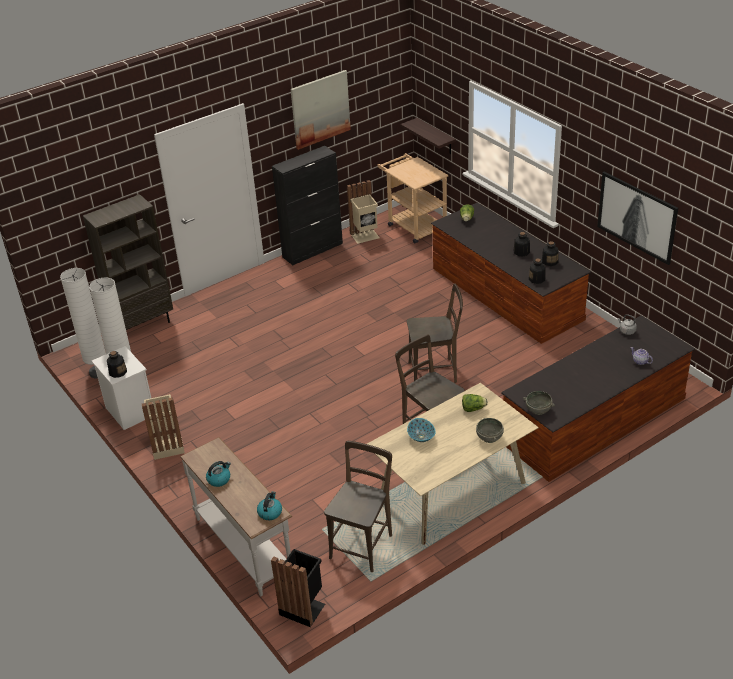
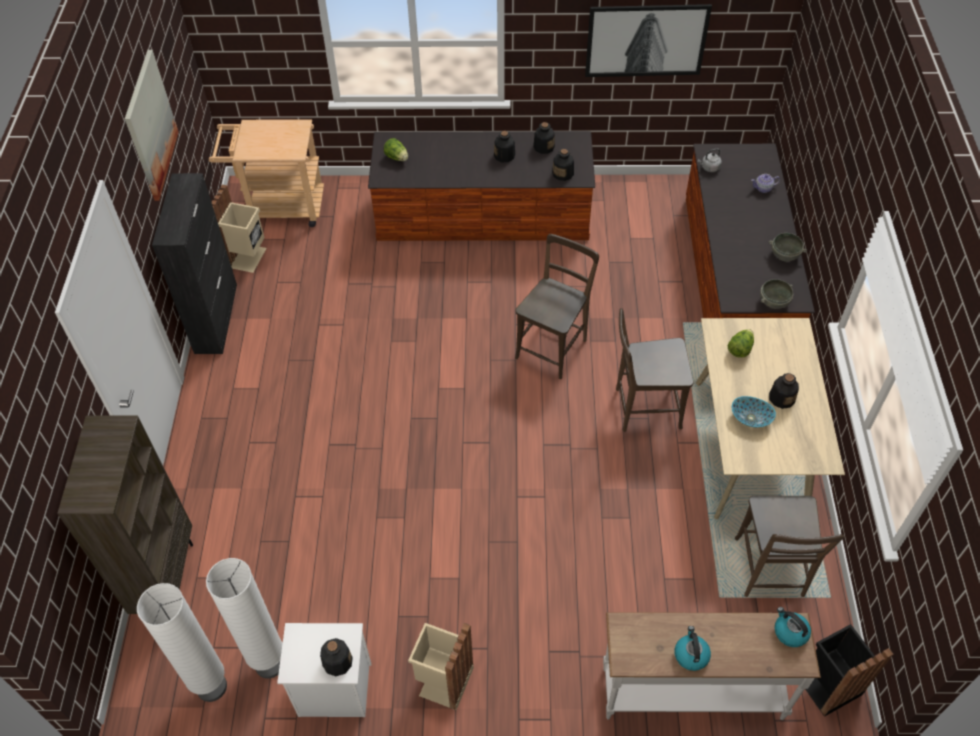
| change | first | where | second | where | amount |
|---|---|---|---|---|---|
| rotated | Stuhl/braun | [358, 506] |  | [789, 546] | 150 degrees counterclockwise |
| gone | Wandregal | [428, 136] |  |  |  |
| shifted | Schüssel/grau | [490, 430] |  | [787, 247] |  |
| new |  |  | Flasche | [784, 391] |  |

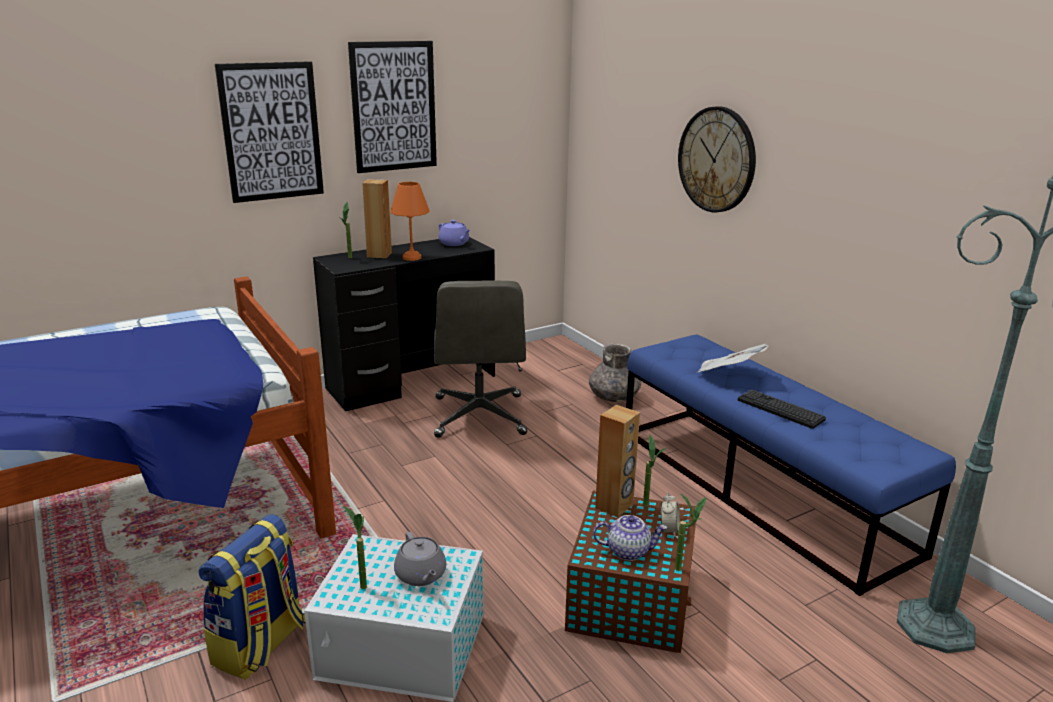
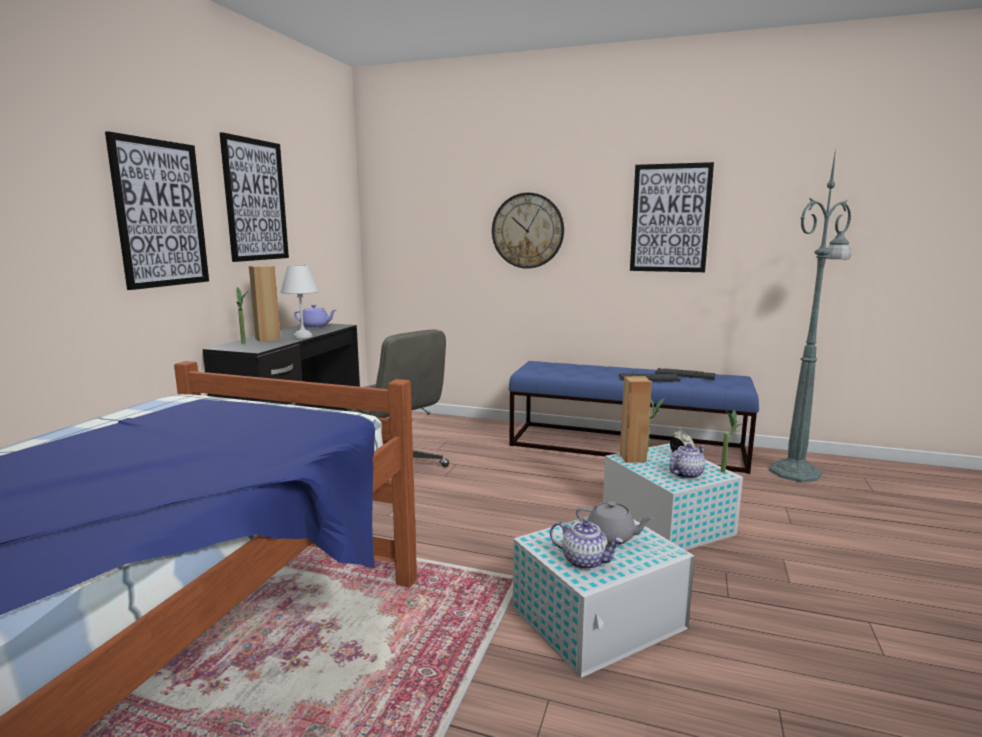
| change | first | where | second | where | amount |
|---|---|---|---|---|---|
| gone | Rucksack | [251, 597] |  |  |  |
| swapped | Topfpflanze | [355, 547] | Teekanne | [586, 545] |  |
| repainted | Tischlampe/orange | [409, 221] | Tischlampe/weiß | [300, 301] |  |
| repainted | Aufbewahrungsbox/braun | [630, 572] | Aufbewahrungsbox/weiß | [673, 496] |  |
| gone | Vase/grau | [615, 373] |  |  |  |
| gone | Zeitung | [733, 357] |  |  |  |
| new |  |  | Bild | [672, 217] |  |
| new |  |  | Tastatur | [685, 373] |  |

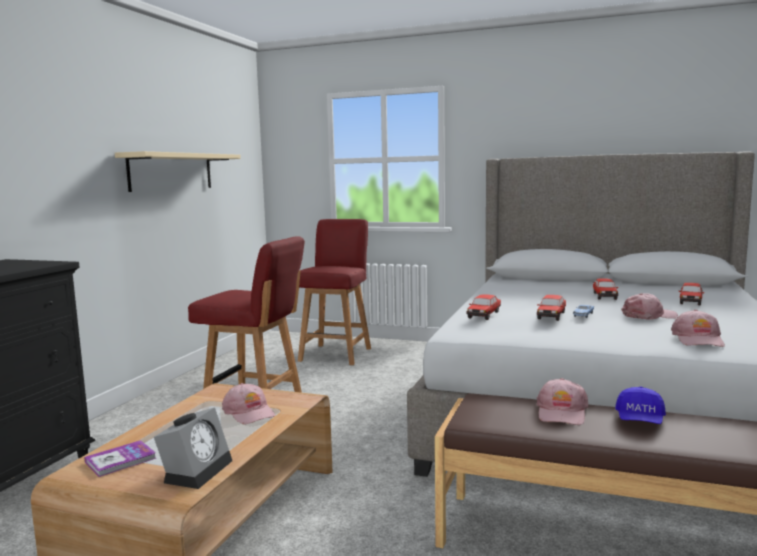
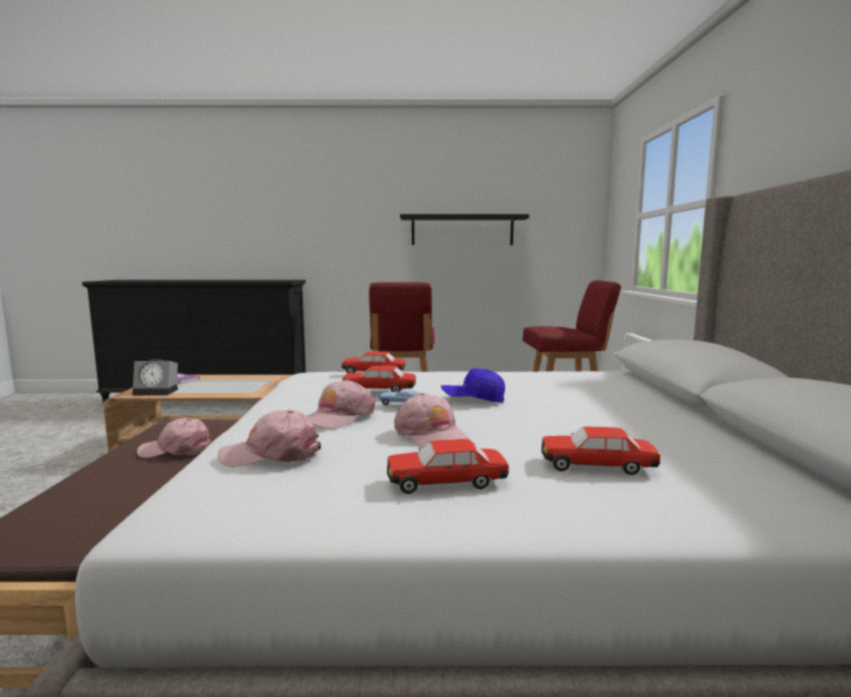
| change | first | where | second | where | amount |
|---|---|---|---|---|---|
| repainted | Wandregal/beige | [178, 171] | Wandregal/schwarz | [464, 229] |  |
| shifted | Kappe/rosa | [249, 403] |  | [341, 404] |  |
| shifted | Spielzeugauto | [605, 289] |  | [448, 466] |  |
| shifted | Kappe/blau | [640, 405] |  | [473, 385] |  |

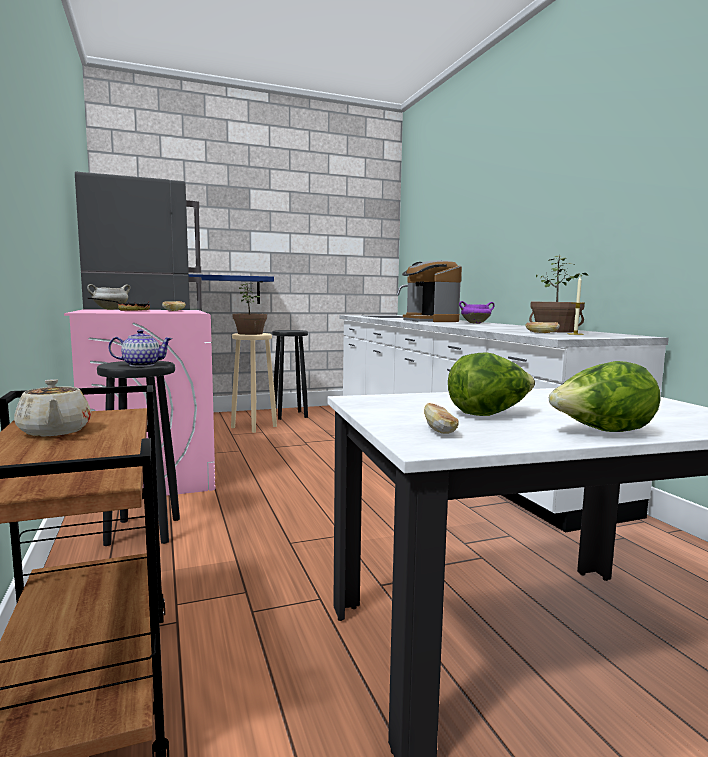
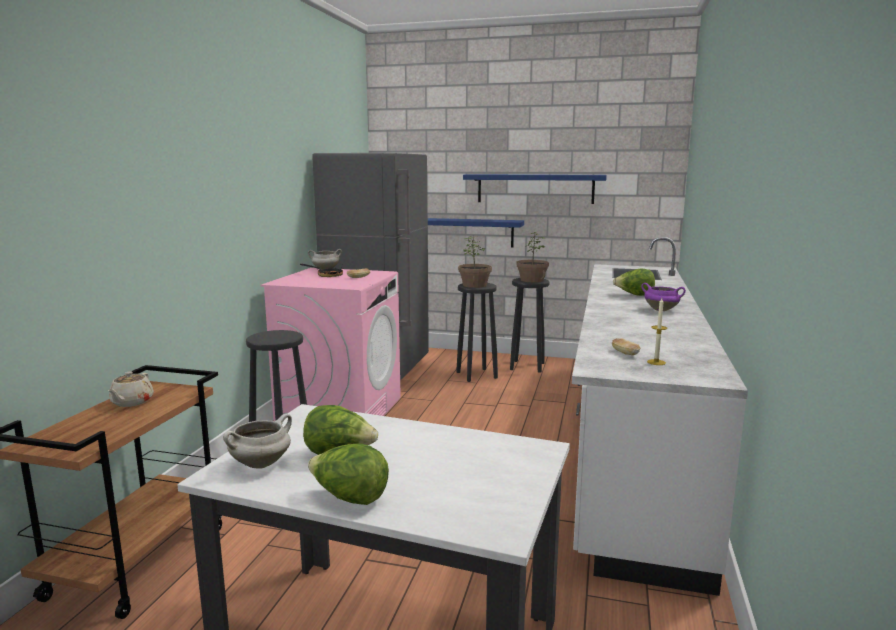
| change | first | where | second | where | amount |
|---|---|---|---|---|---|
| gone | Teekanne | [140, 348] |  |  |  |
| repainted | Hocker/beige | [254, 383] | Hocker/schwarz | [477, 332] |  |
| swapped | Kaffeemaschine | [432, 291] | Salatkopf | [634, 282] |  |
| swapped | Brot | [441, 418] | Kochtopf/weiß | [257, 441] |  |
| shifted | Topfpflanze | [558, 294] |  | [532, 257] |  |
| new |  |  | Wandregal/blau | [535, 189] |  |

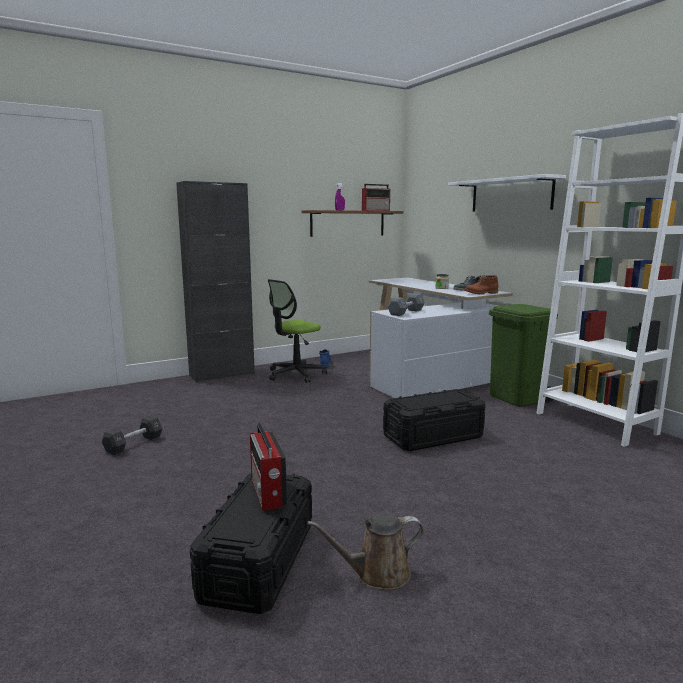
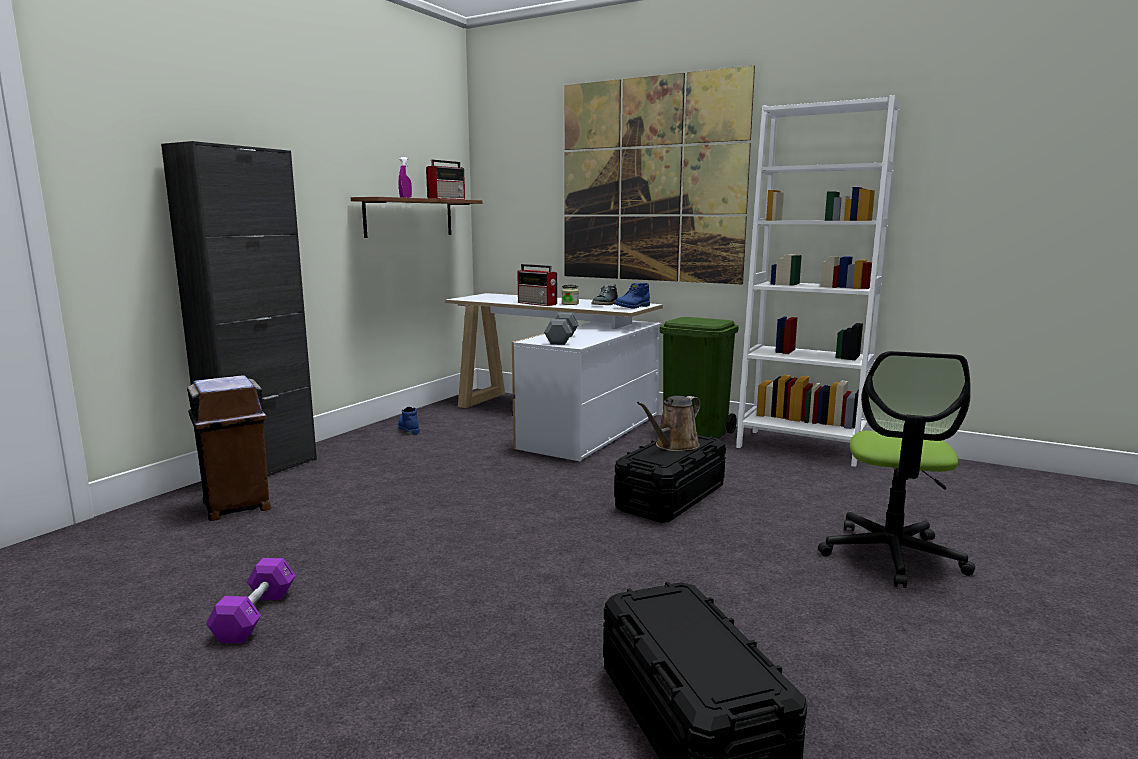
| change | first | where | second | where | amount |
|---|---|---|---|---|---|
| repainted | Hantel/schwarz | [132, 435] | Hantel/lila | [251, 600] |  |
| shifted | Radio | [268, 467] |  | [537, 285] |  |
| shifted | Bürostuhl | [297, 331] |  | [896, 469] |  |
| shifted | Gießkanne/braun | [365, 551] |  | [669, 423] |  |
| swapped | Wandregal/weiß | [507, 192] | Bild | [659, 174] |  |
| repainted | Stiefel/braun | [481, 284] | Stiefel/blau | [632, 296] |  |
| new |  |  | Mülleimer/braun | [229, 448] |  |

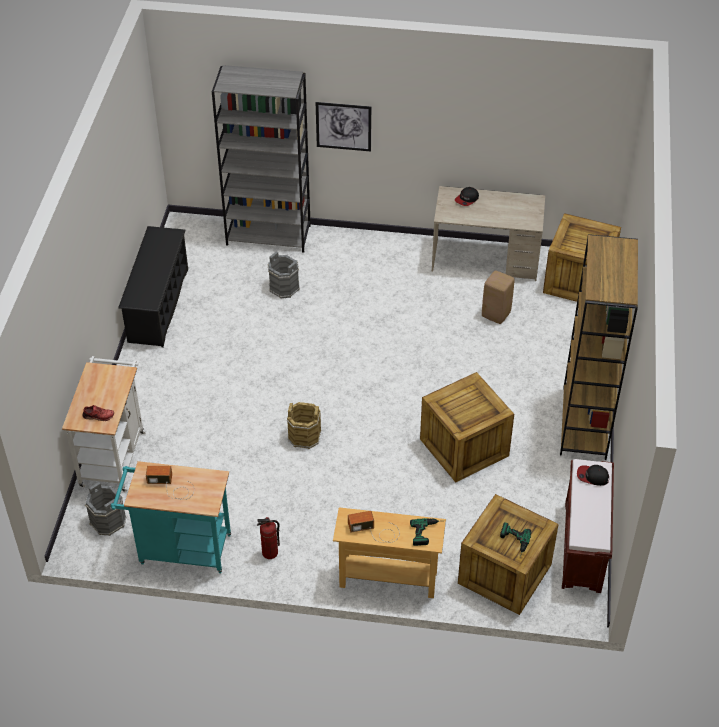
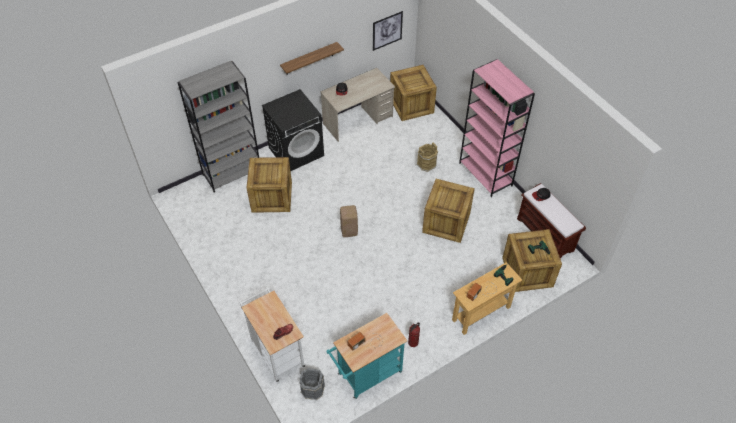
| change | first | where | second | where | amount |
|---|---|---|---|---|---|
| gone | Schuhregal/schwarz | [153, 287] |  |  |  |
| swapped | Eimer/grau | [284, 275] | Kiste | [269, 185] |  |
| shifted | Eimer/braun | [304, 425] |  | [427, 157] |  |
| shifted | Bild | [343, 126] |  | [388, 31] |  |
| shifted | Hocker/beige | [498, 297] |  | [349, 221] |  |
| repainted | Bücherregal/braun | [599, 347] | Bücherregal/rosa | [497, 128] |  |
| new |  |  | Waschmaschine/schwarz | [293, 130] |  |
| new |  |  | Wandregal | [312, 58] |  |

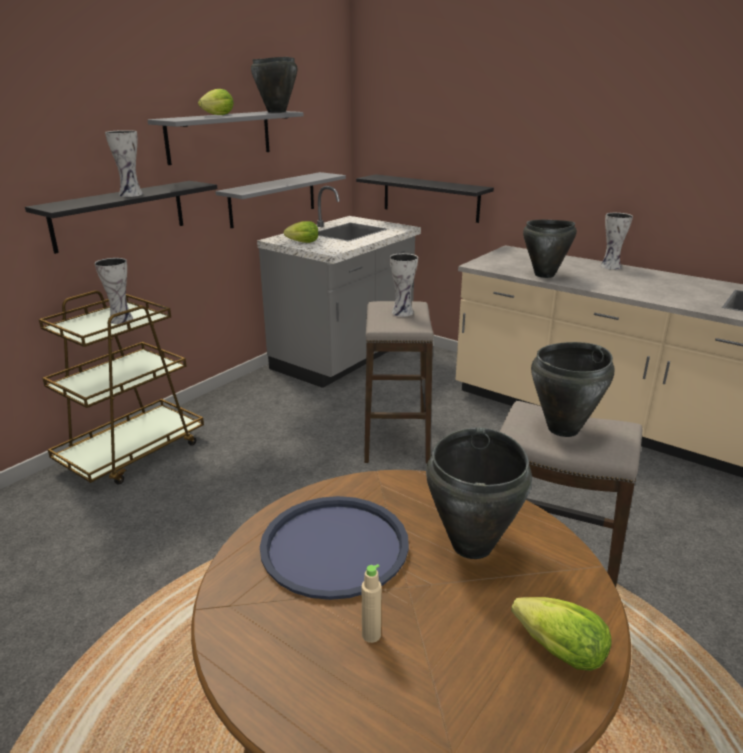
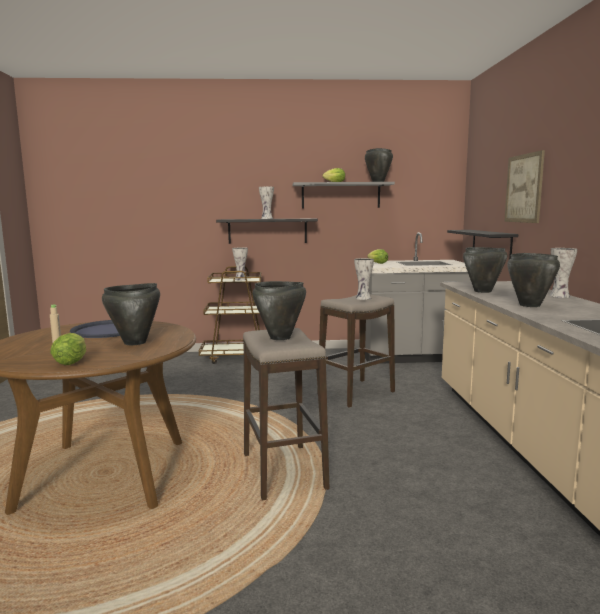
| change | first | where | second | where | amount |
|---|---|---|---|---|---|
| gone | Wandregal/grau | [280, 200] |  |  |  |
| new |  |  | Bild | [524, 186] |  |
| new |  |  | Kochtopf/schwarz | [533, 280] |  |

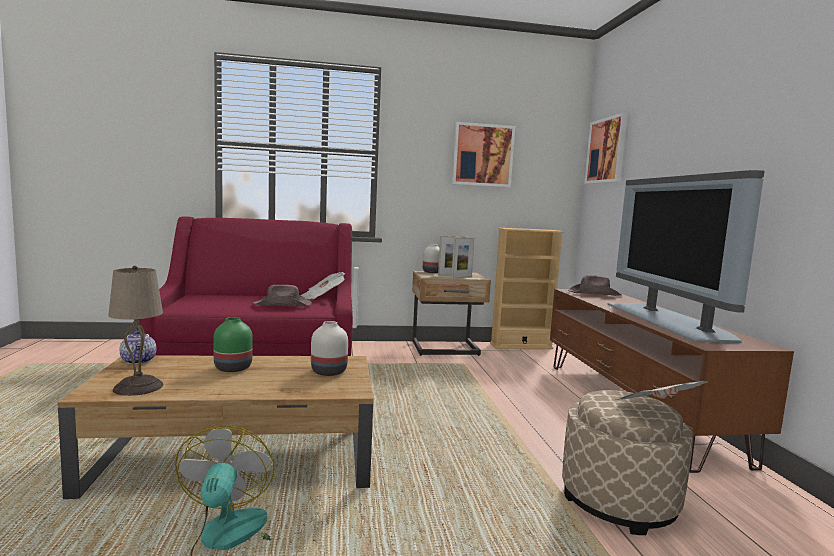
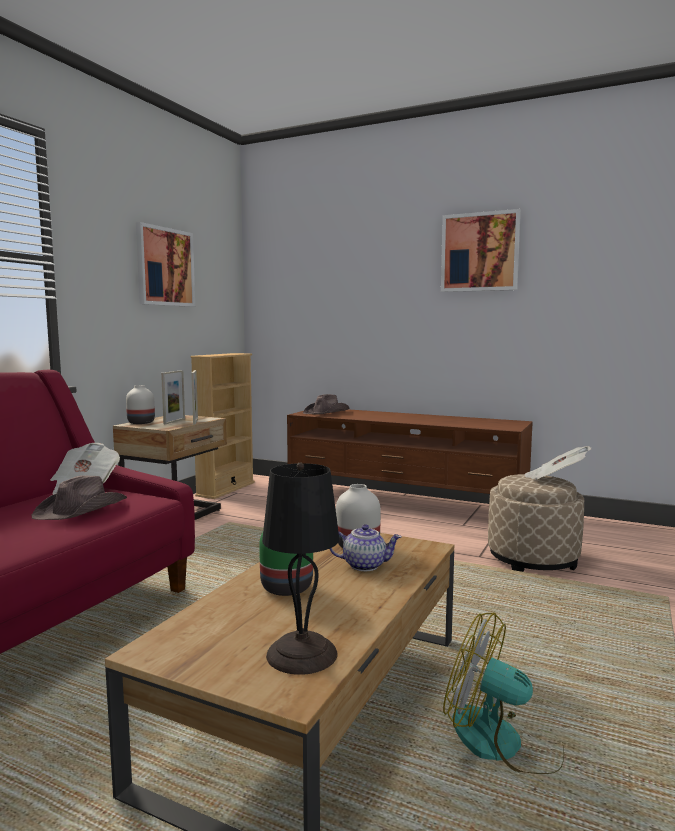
| change | first | where | second | where | amount |
|---|---|---|---|---|---|
| repainted | Tischlampe/beige | [135, 331] | Tischlampe/schwarz | [300, 569] |  |
| shifted | Teekanne | [138, 347] |  | [365, 547] |  |
| shifted | Bild | [606, 148] |  | [481, 250] |  |
| gone | Fernseher | [686, 256] |  |  |  |

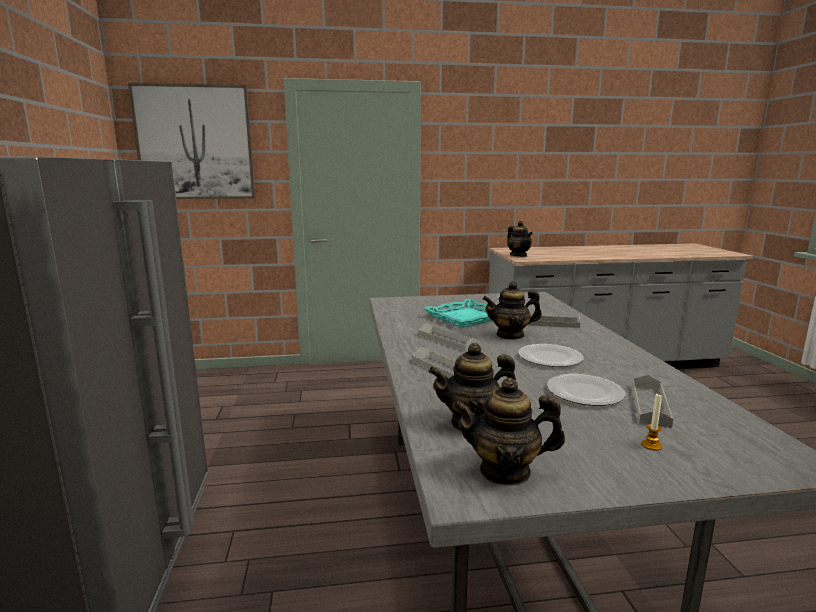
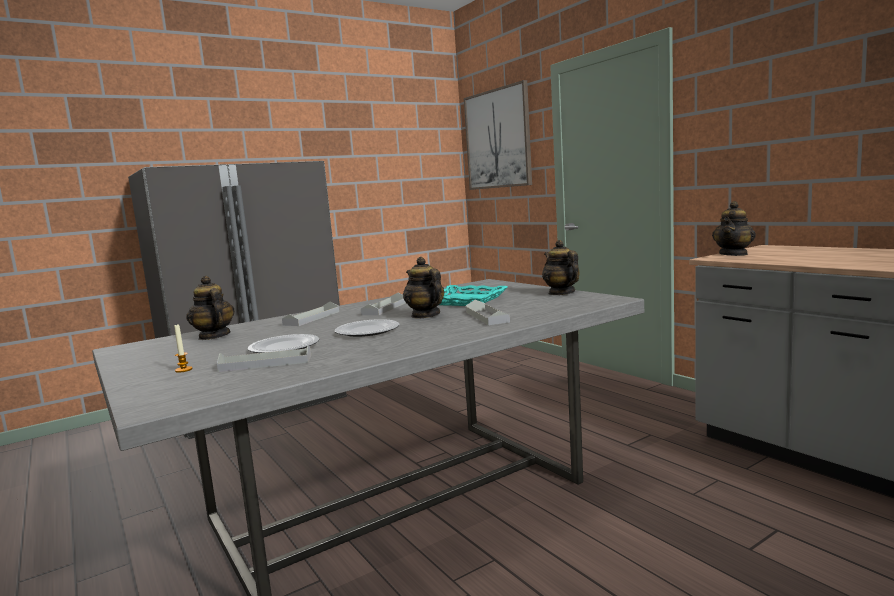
| change | first | where | second | where | amount |
|---|---|---|---|---|---|
| shifted | Teekanne | [509, 432] |  | [561, 267] |  |

